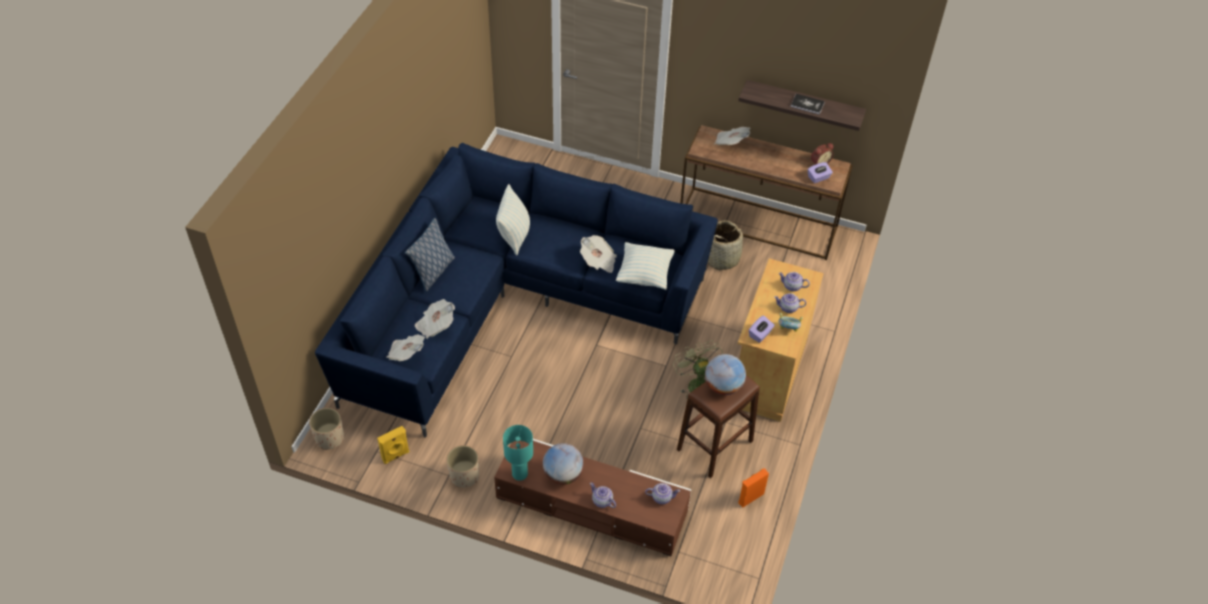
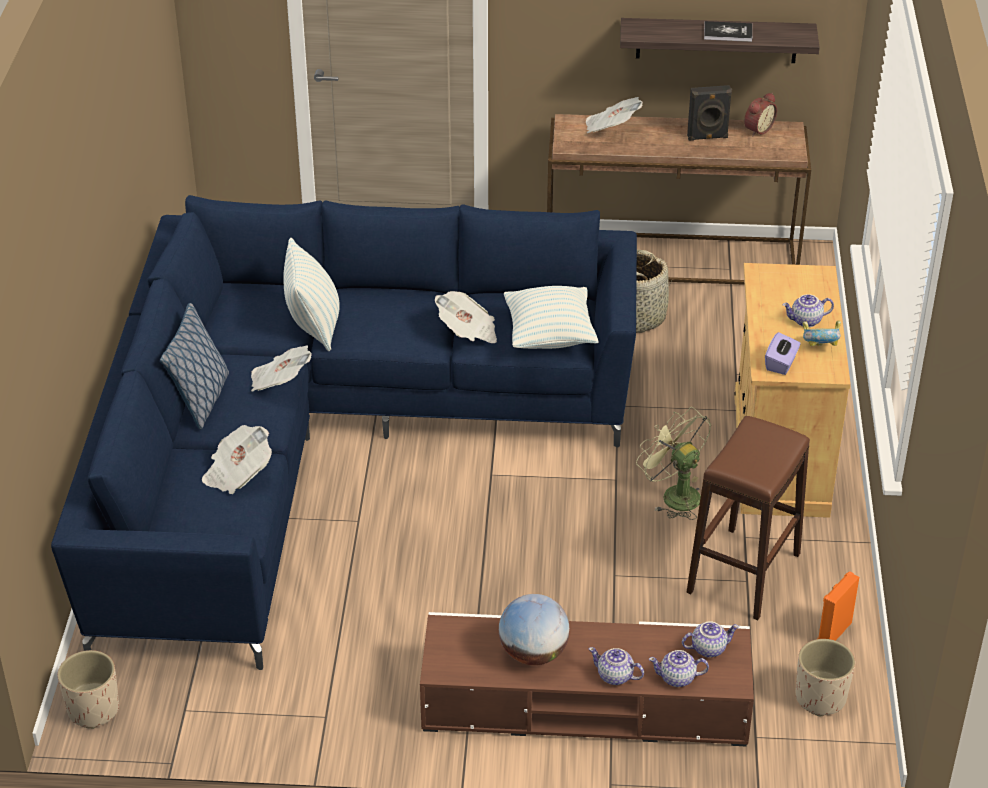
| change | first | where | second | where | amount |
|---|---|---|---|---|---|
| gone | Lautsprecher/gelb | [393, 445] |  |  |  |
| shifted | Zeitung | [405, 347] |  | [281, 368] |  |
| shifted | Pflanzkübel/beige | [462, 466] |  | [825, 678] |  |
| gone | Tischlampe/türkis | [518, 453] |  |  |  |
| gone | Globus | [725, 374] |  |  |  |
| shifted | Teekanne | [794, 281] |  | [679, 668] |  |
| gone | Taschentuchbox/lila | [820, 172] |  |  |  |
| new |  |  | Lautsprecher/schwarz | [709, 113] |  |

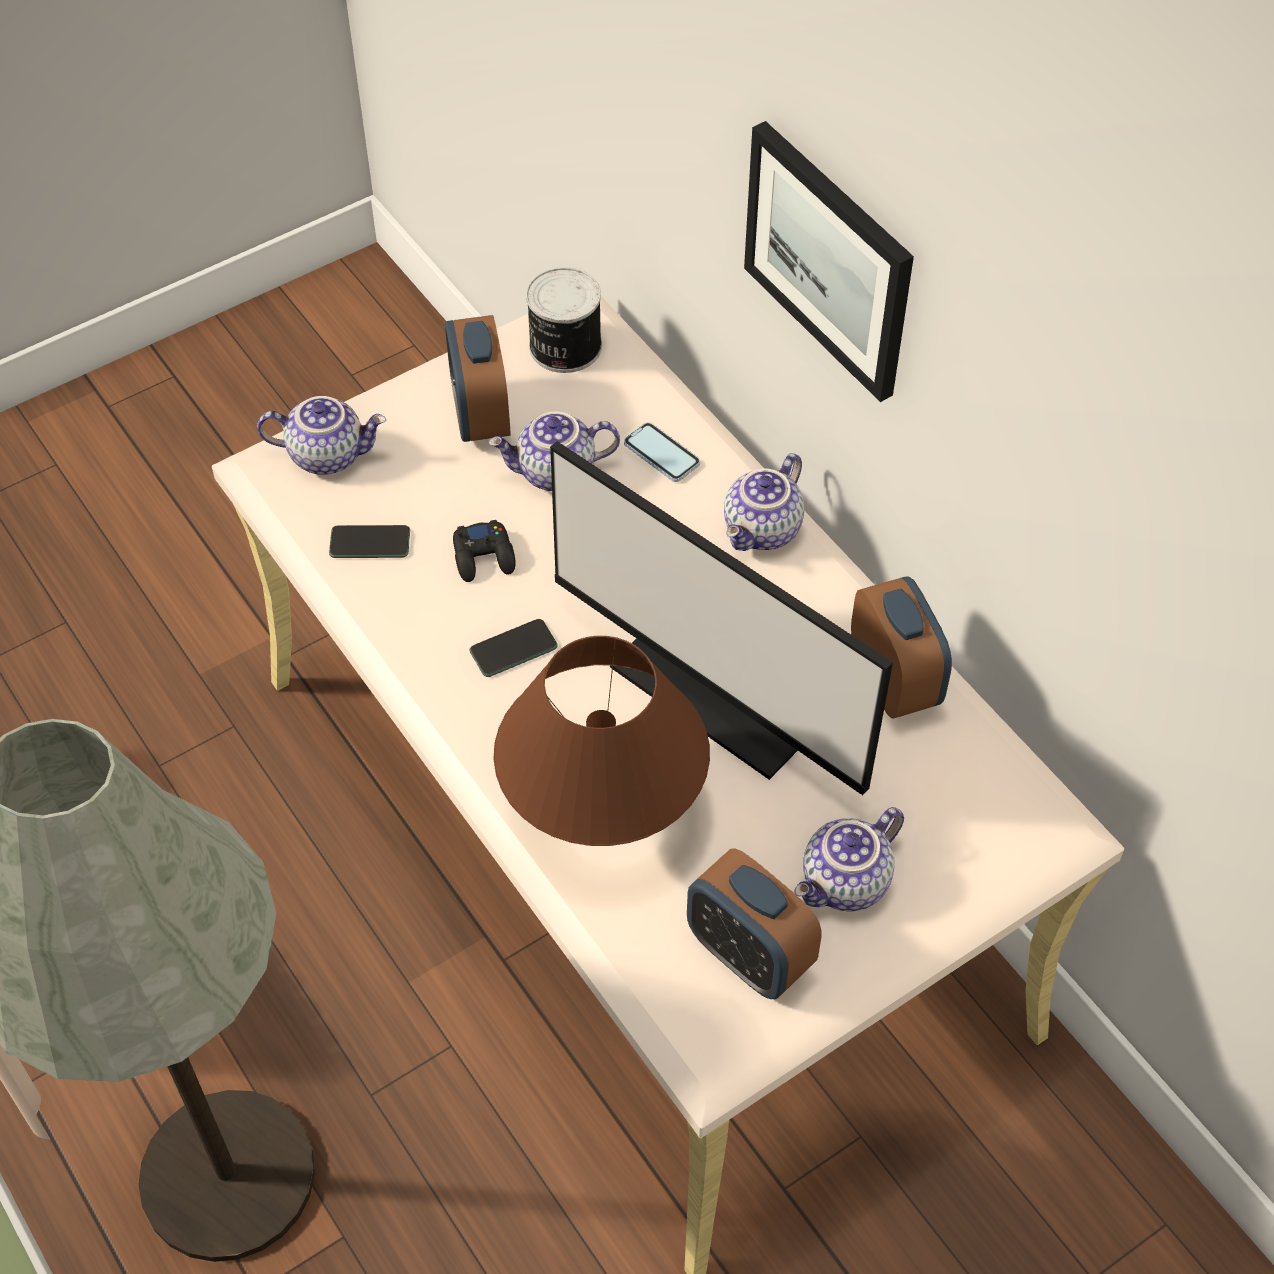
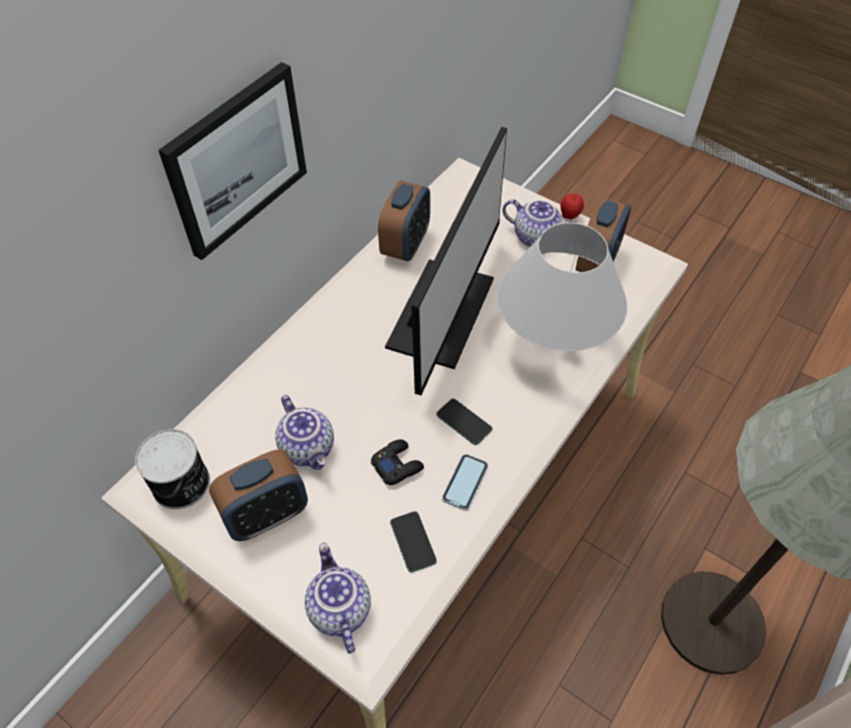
| change | first | where | second | where | amount |
|---|---|---|---|---|---|
| repainted | Tischlampe/braun | [602, 741] | Tischlampe/weiß | [562, 286] |  |
| shifted | Handy | [662, 452] |  | [465, 482] |  |
| gone | Teekanne | [764, 502] |  |  |  |
| rotated | Wecker | [901, 647] |  | [404, 221] | 150 degrees clockwise |
| new |  |  | Apfel | [572, 206] |  |

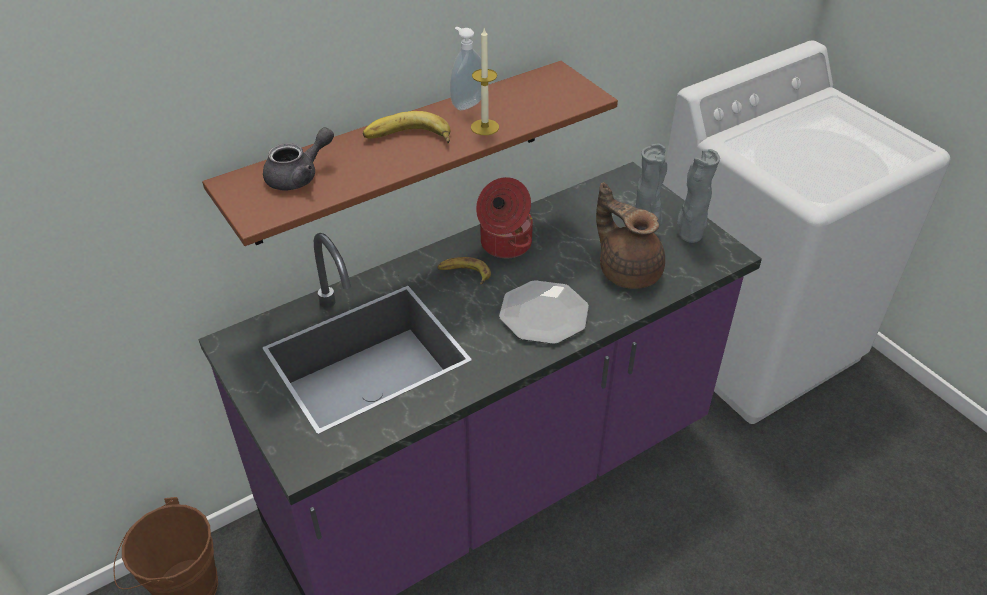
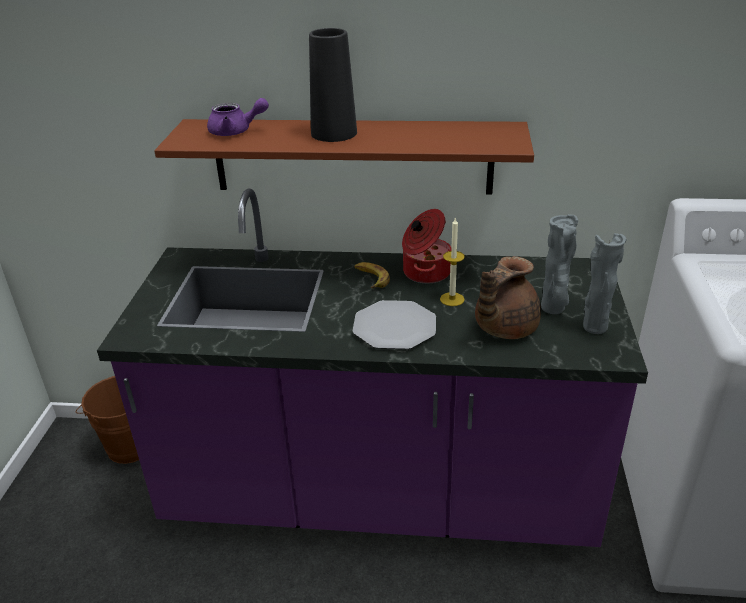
| change | first | where | second | where | amount |
|---|---|---|---|---|---|
| repainted | Teekanne/grau | [298, 158] | Teekanne/lila | [238, 117] |  |
| swapped | Banane | [407, 127] | Vase/schwarz | [333, 85] |  |
| gone | Seifenspender | [465, 68] |  |  |  |
| shifted | Kerze | [485, 81] |  | [452, 261] |  |
| rotated | Teekanne/braun | [630, 235] |  | [508, 297] | 135 degrees counterclockwise |

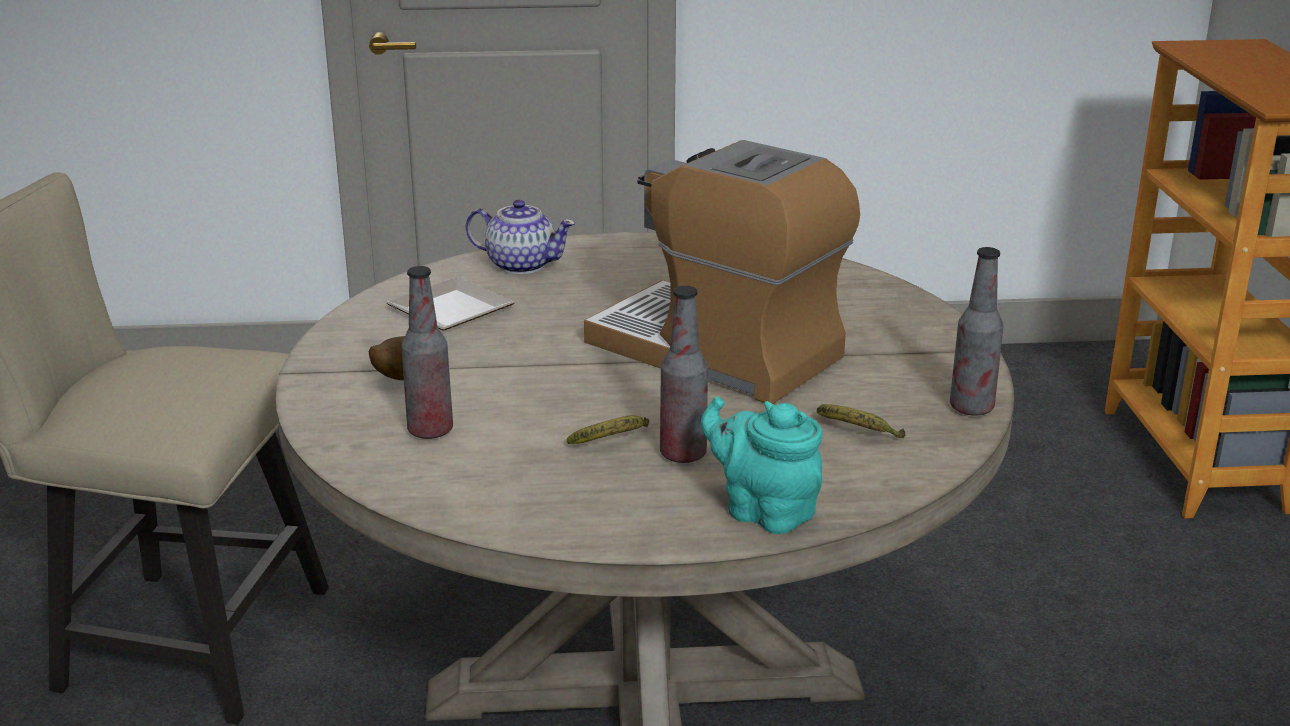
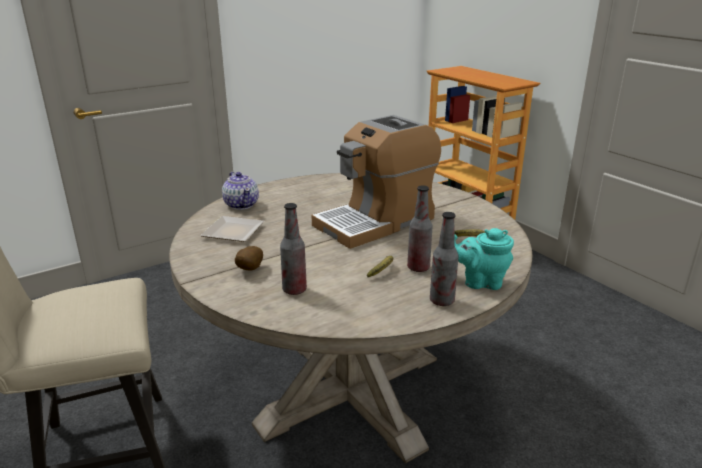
| change | first | where | second | where | amount |
|---|---|---|---|---|---|
| rotated | Teekanne | [521, 237] |  | [240, 191] | 75 degrees clockwise |
| rotated | Kaffeemaschine | [722, 272] |  | [376, 182] | 45 degrees counterclockwise |
| shifted | Flasche | [977, 331] |  | [444, 259] |  |

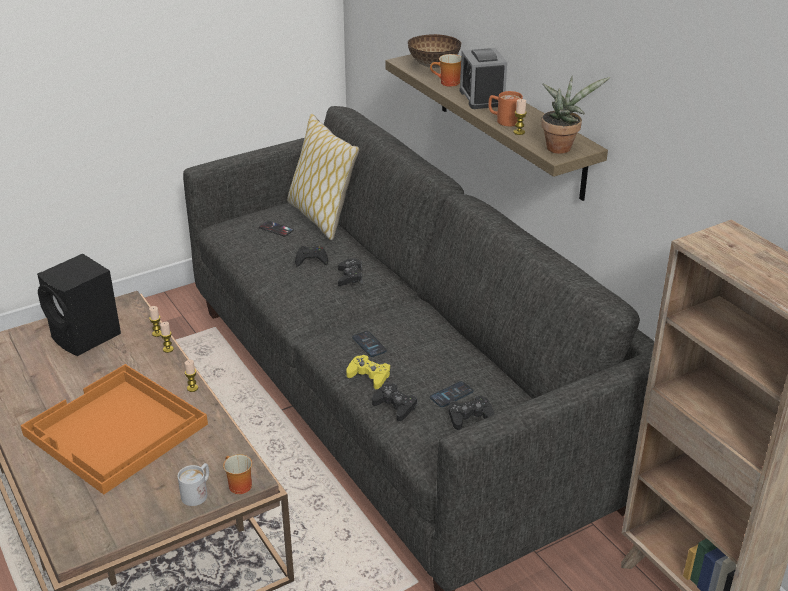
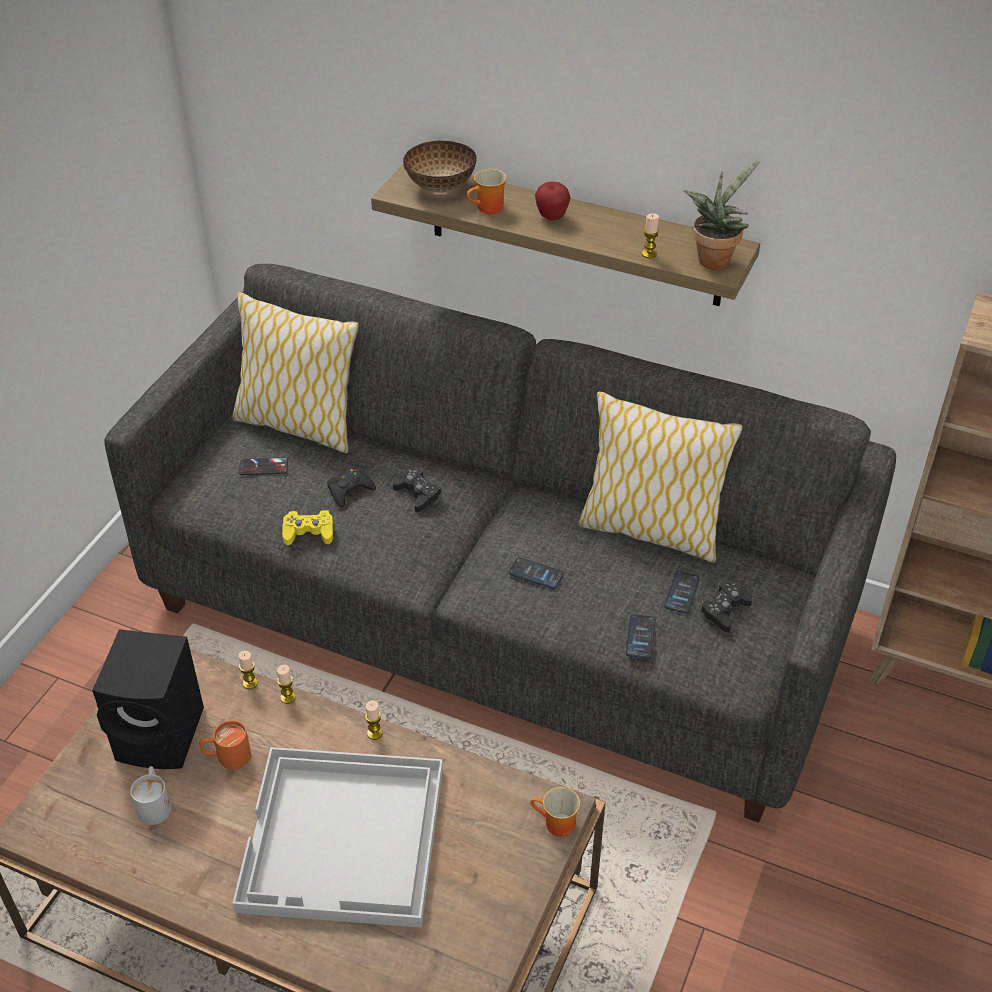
| change | first | where | second | where | amount |
|---|---|---|---|---|---|
| repainted | Tablett/orange | [114, 429] | Tablett/weiß | [337, 837] |  |
| shifted | Henkelbecher/weiß | [193, 484] |  | [150, 795] |  |
| shifted | Gamepad/gelb | [368, 372] |  | [307, 527] |  |
| swapped | Gamepad/schwarz | [394, 402] | Handy | [641, 636] |  |
| swapped | Wecker | [483, 78] | Apfel | [553, 201] |  |
| shifted | Henkelbecher/orange | [505, 108] |  | [225, 745] |  |
| new |  |  | Kissen | [660, 477] |  |

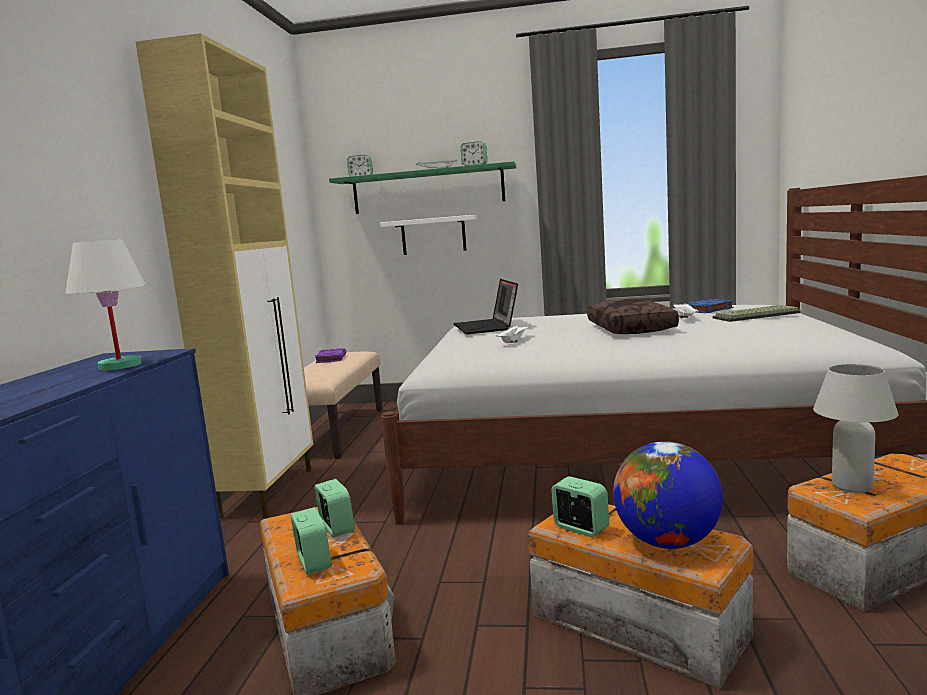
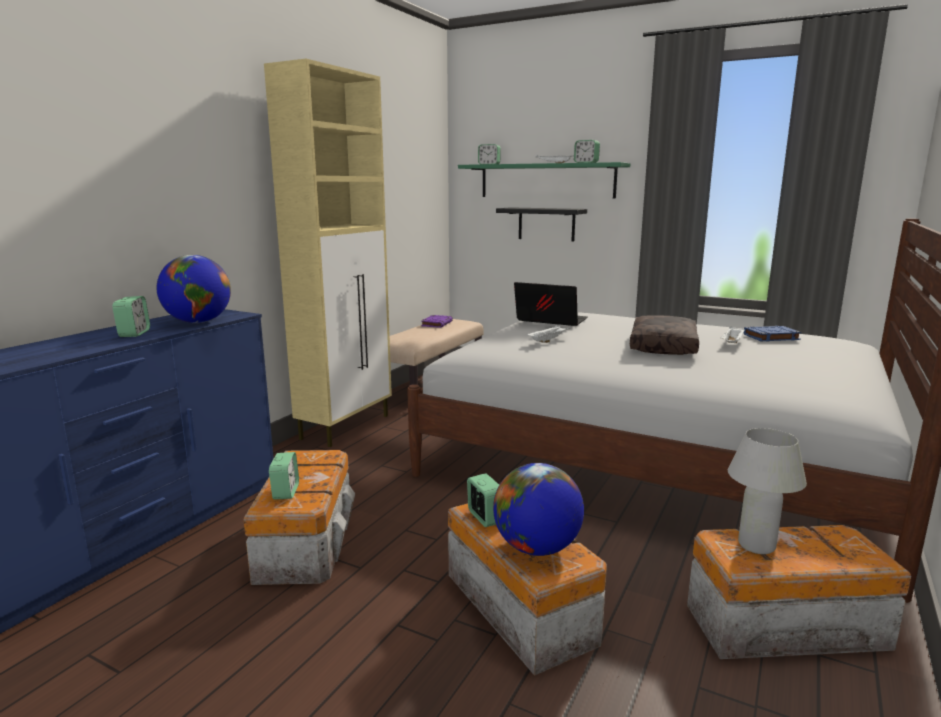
| change | first | where | second | where | amount |
|---|---|---|---|---|---|
| swapped | Tischlampe/weiß | [105, 304] | Globus | [194, 289] |  |
| shifted | Wecker | [334, 508] |  | [131, 316] |  |
| repainted | Wandregal/weiß | [428, 235] | Wandregal/schwarz | [541, 224] |  |
| rotated | Laptop | [485, 306] |  | [550, 304] | 105 degrees clockwise |
| gone | Tastatur | [757, 313] |  |  |  |

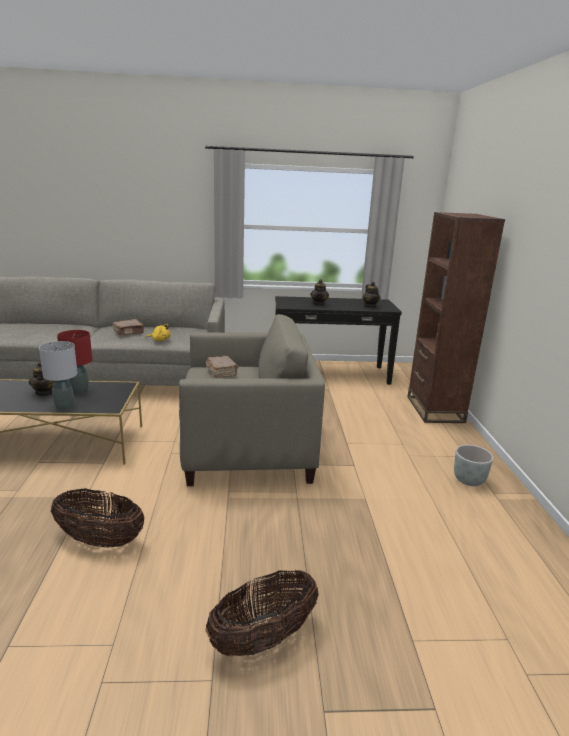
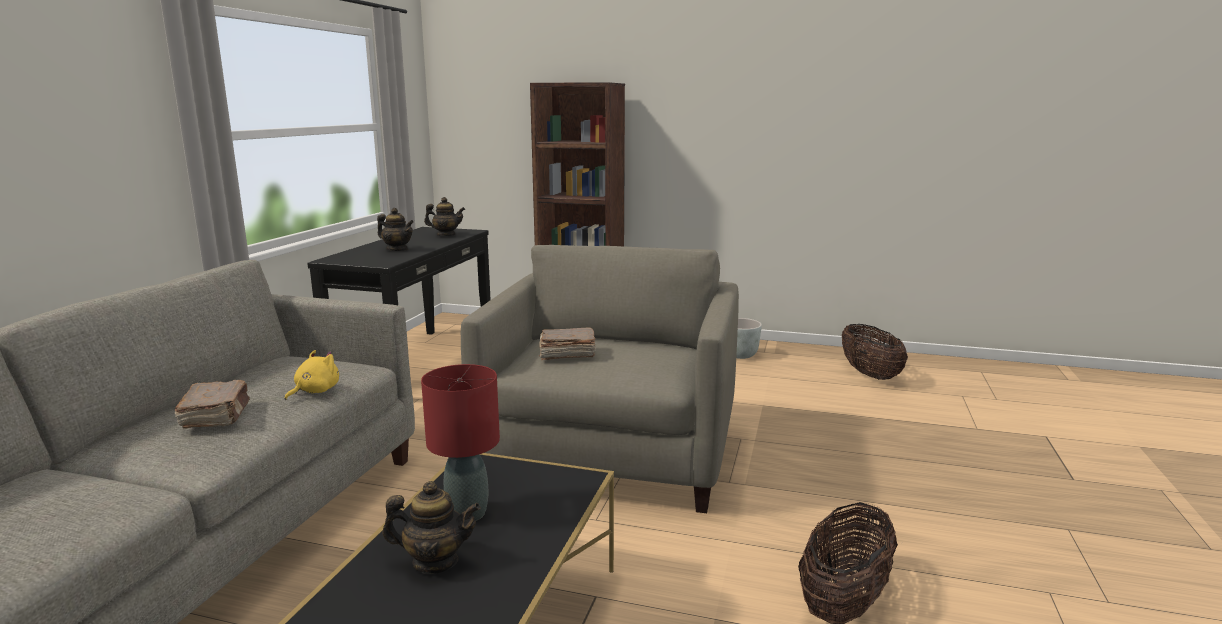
| change | first | where | second | where | amount |
|---|---|---|---|---|---|
| gone | Tischlampe/grau | [58, 376] |  |  |  |
| shifted | Korb | [262, 613] |  | [875, 352] |  |

